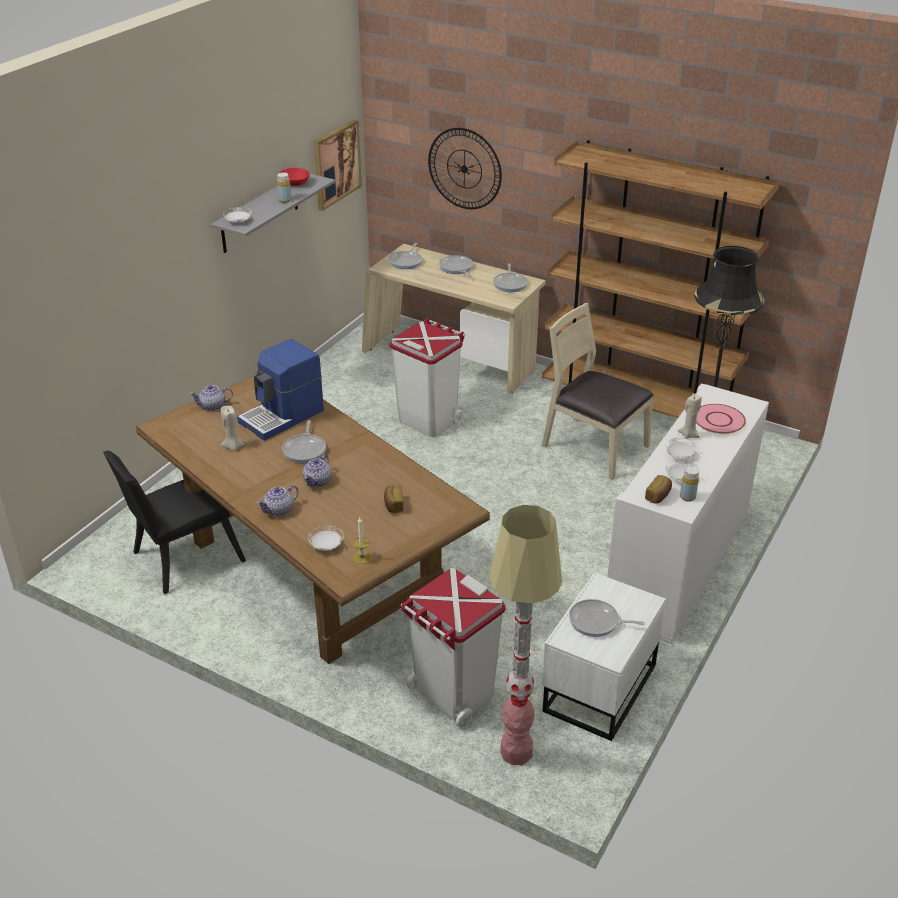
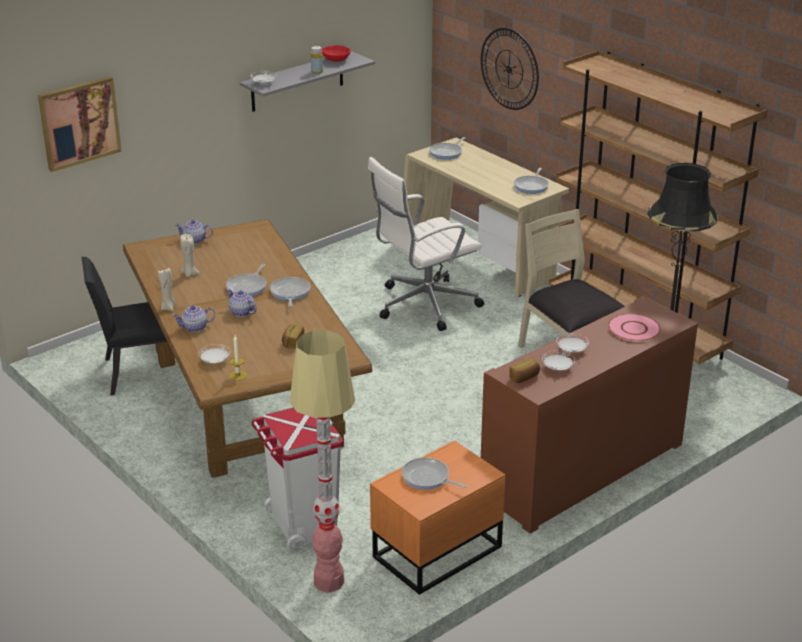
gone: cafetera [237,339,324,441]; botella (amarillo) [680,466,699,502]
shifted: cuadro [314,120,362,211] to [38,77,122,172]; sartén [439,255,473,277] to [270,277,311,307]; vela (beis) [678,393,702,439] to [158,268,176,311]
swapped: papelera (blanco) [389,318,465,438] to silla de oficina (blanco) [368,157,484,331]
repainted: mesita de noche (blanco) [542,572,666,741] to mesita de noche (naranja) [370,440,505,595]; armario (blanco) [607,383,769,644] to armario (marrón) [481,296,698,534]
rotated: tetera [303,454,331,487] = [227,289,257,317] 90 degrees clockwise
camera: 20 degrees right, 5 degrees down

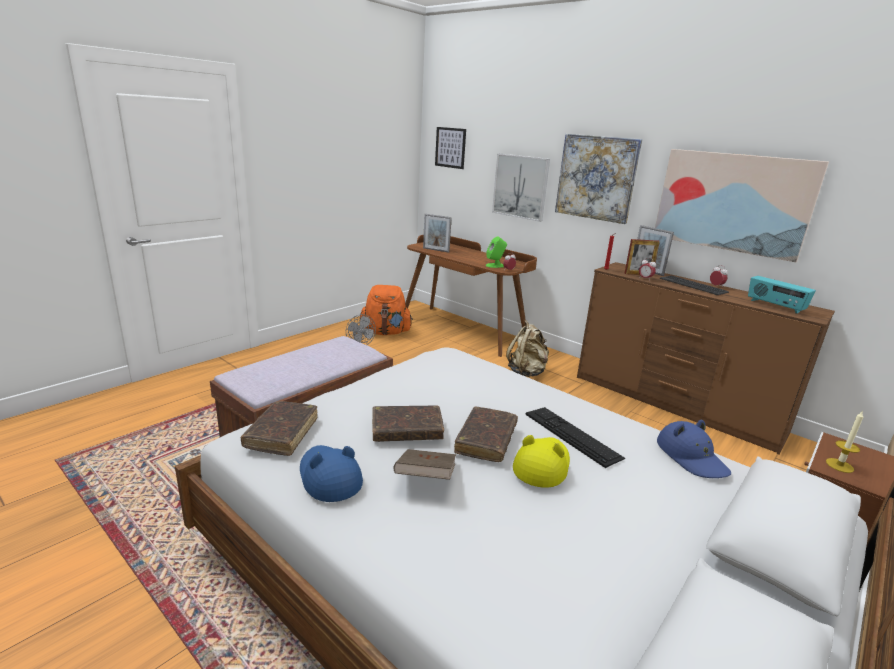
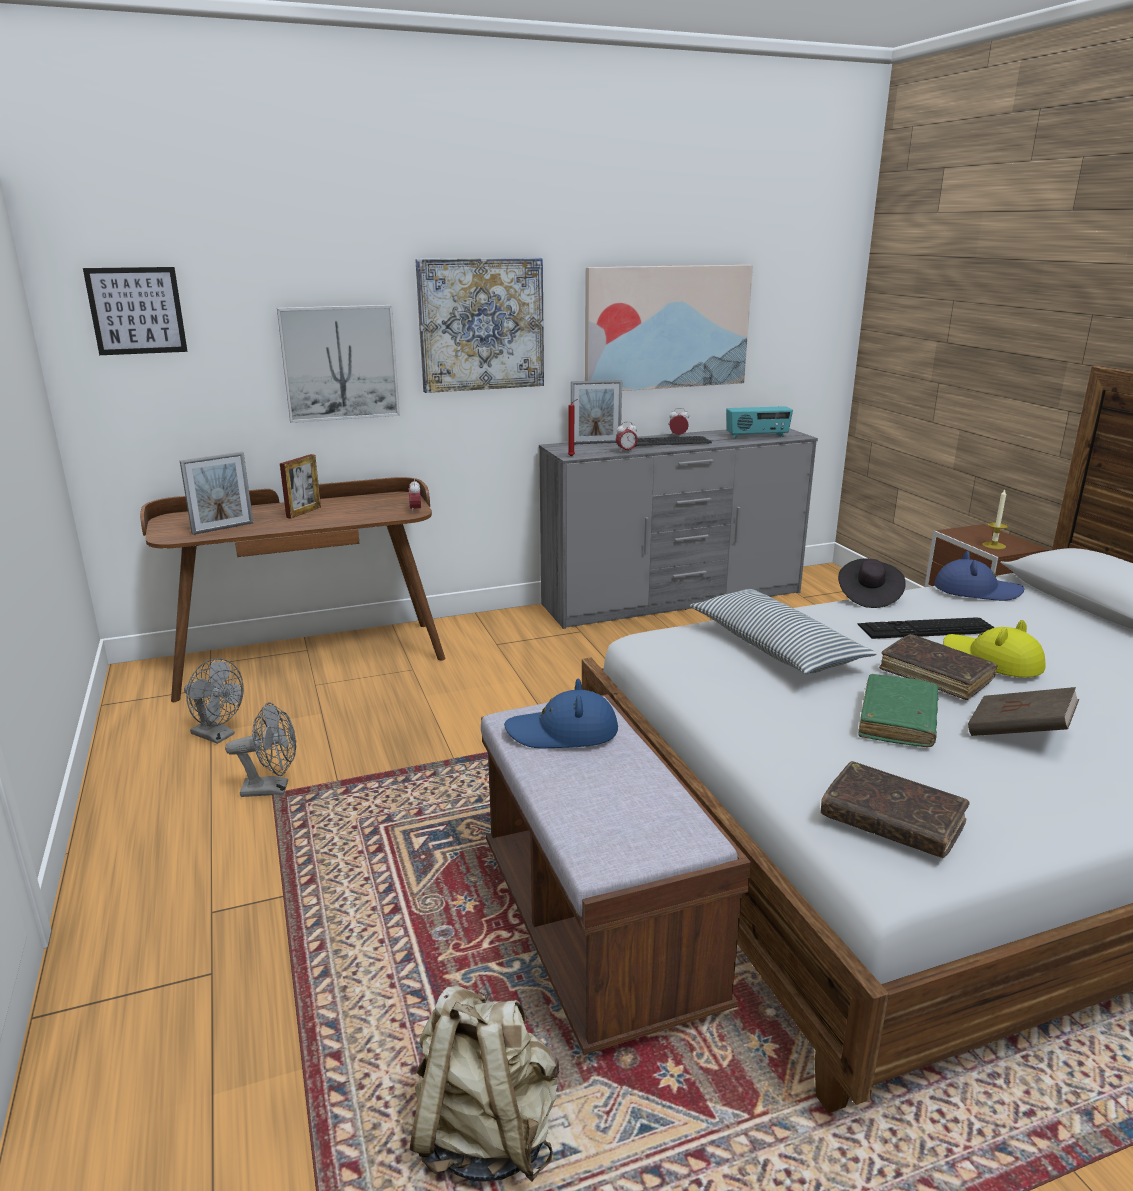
gone: altavoz (verde) [486,236,507,268]
new: cojín [690,589,877,674]; sombrero (negro) [838,558,906,608]
shifted: sombrero (azul) [300,445,363,502] to [504,679,618,748]; mochila (beis) [506,320,549,377] to [410,986,559,1182]; portarretratos [625,239,660,275] to [280,454,321,519]
swapped: mochila (naranja) [360,285,413,335] to ventilador (gris) [184,658,244,744]
repainted: libro (marrón) [372,406,444,442] to libro (verde) [858,674,939,747]; cómoda (marrón) [577,262,835,454] to cómoda (gris) [539,428,818,629]
camera: 60 degrees left, 0 degrees up

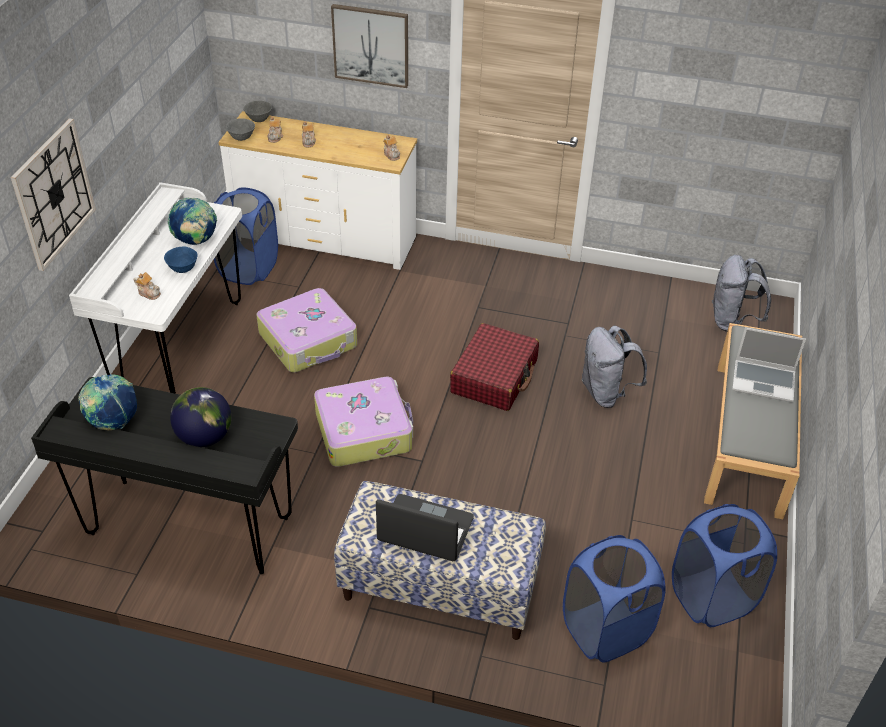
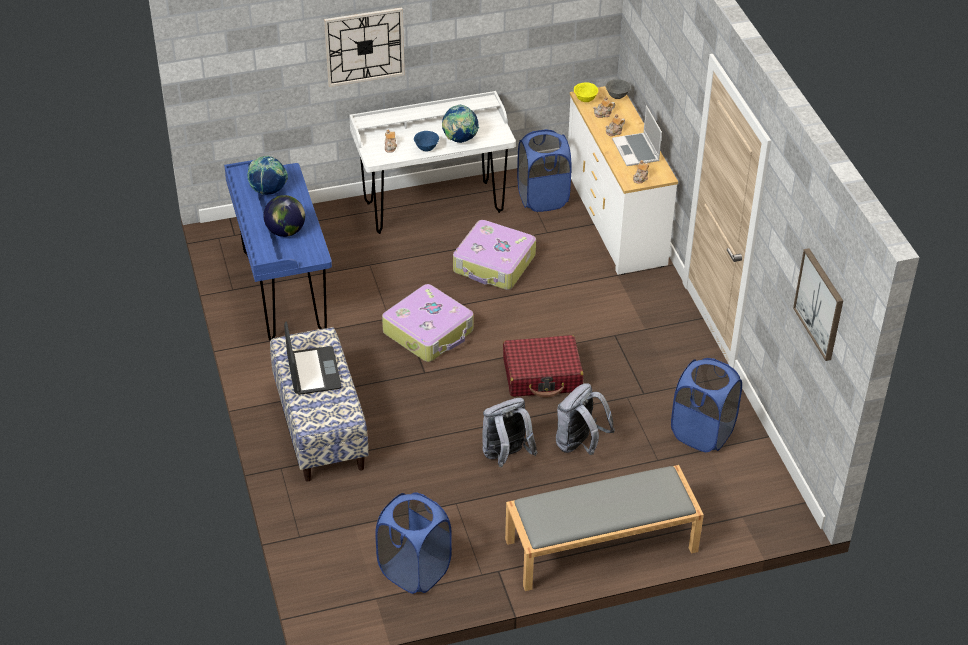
shifted: cuadro [331,4,408,88] to [793,248,843,361]; cesto de la ropa (azul) [563,535,666,662] to [671,358,742,452]; mochila (gris) [712,255,771,332] to [482,398,538,468]; portátil [732,327,806,402] to [612,106,662,166]
repainted: escritorio (negro) [31,377,298,574] to escritorio (azul) [224,160,332,340]; cuenco (gris) [226,118,255,141] to cuenco (amarillo) [574,82,598,102]
camera: 60 degrees right, 0 degrees up

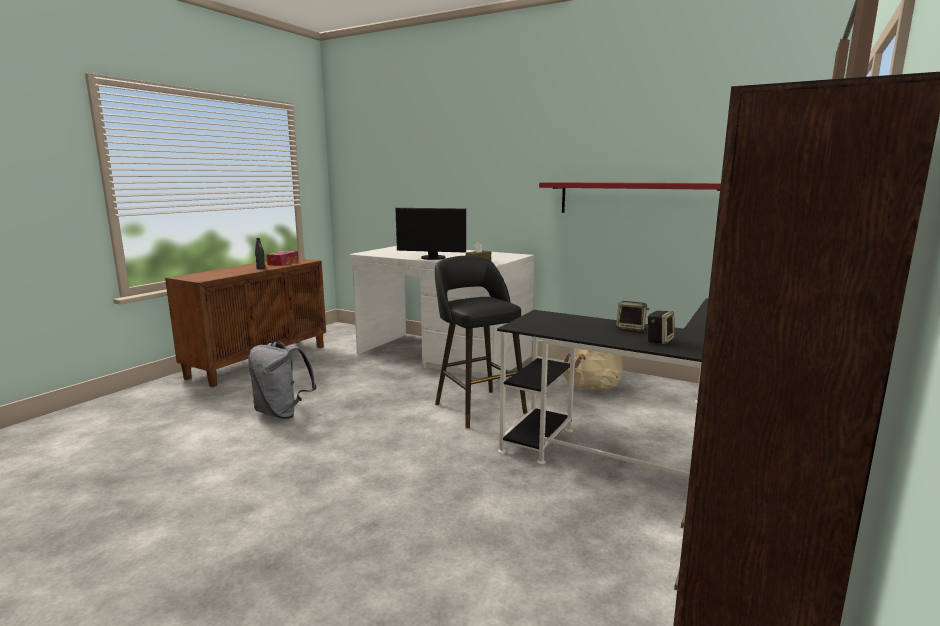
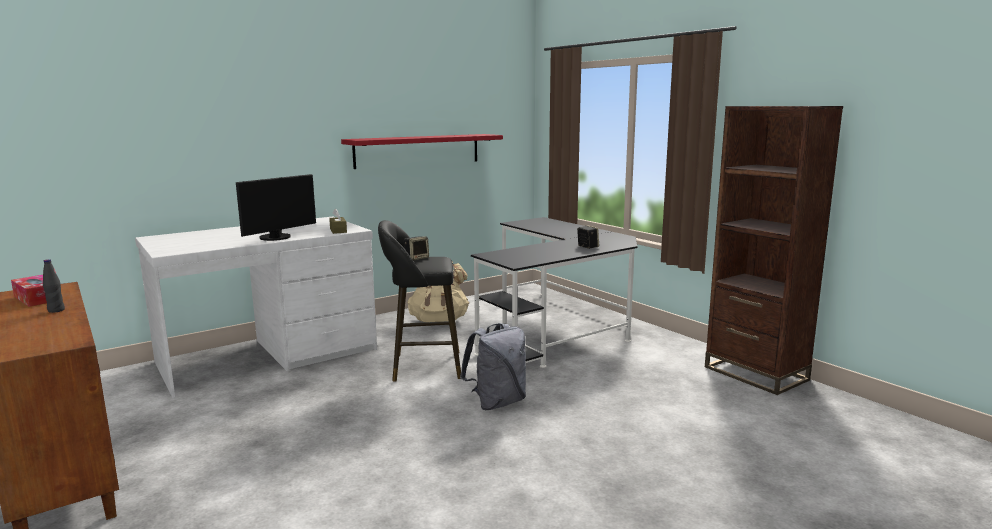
shifted: mochila (gris) [248,341,317,419] to [460,323,526,410]; altavoz [616,301,649,331] to [404,236,429,260]
camera: 65 degrees left, 0 degrees up

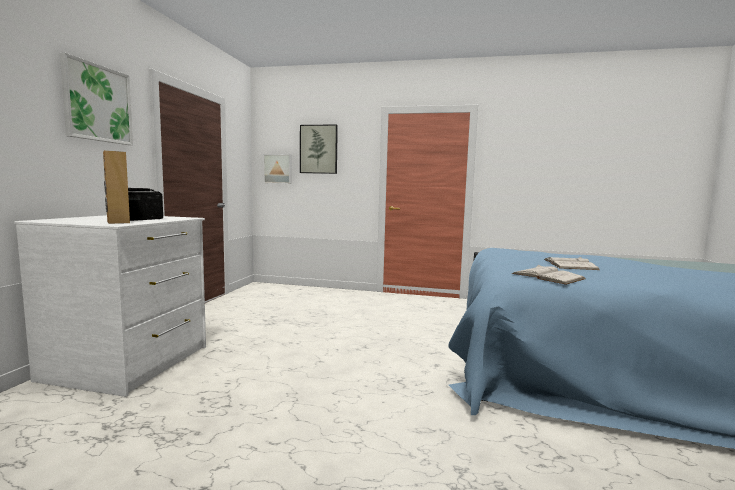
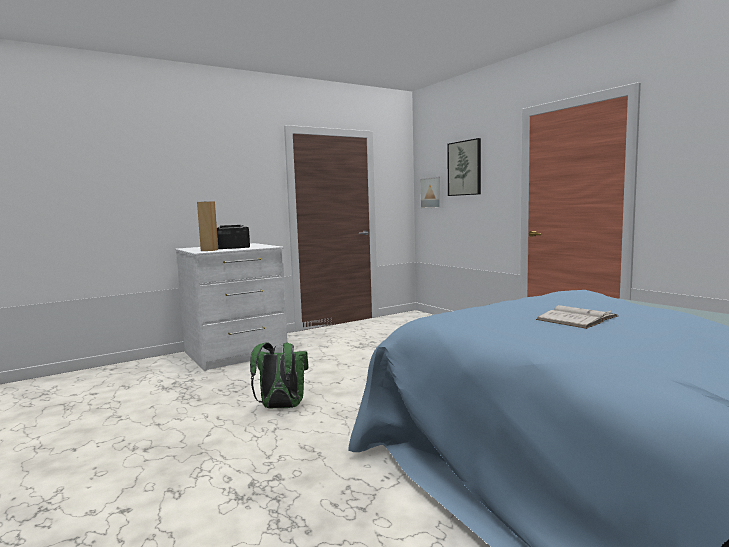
gone: cuadro [60,52,133,145]; libro (blanco) [512,264,586,285]
new: mochila (verde) [250,342,309,408]
camera: 45 degrees right, 0 degrees up

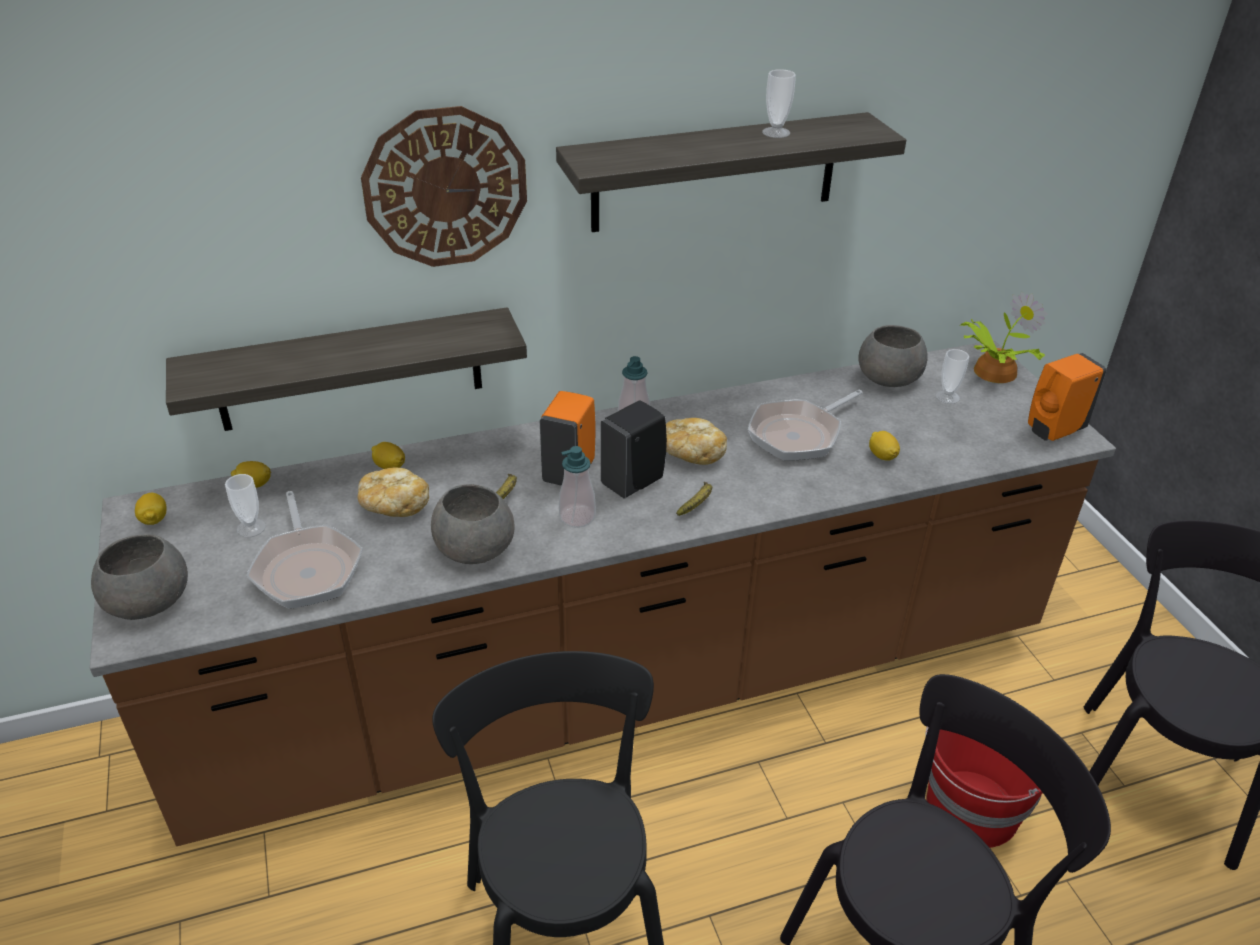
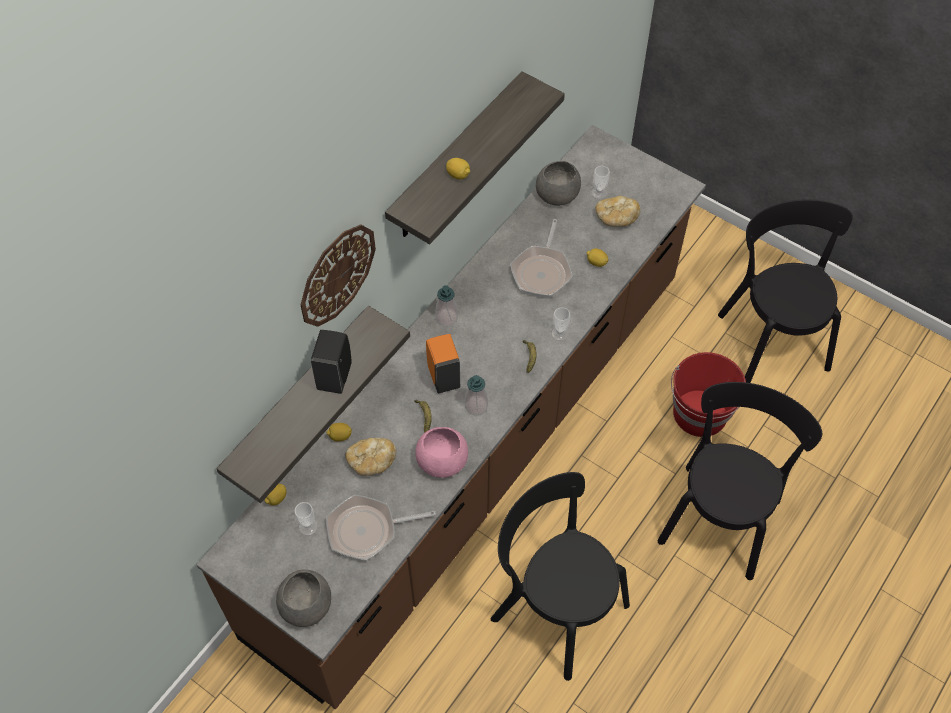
gone: planta en maceta [959,292,1048,383]; dispensador de jabón (naranja) [1028,353,1107,441]
shifted: limón [135,493,167,525] to [446,158,470,180]; dispensador de jabón (negro) [601,400,667,498] to [311,330,352,394]; pan [666,418,727,465] to [596,196,641,227]; taza [762,69,796,138] to [551,307,570,341]
repainted: cuenco (gris) [431,484,514,564] to cuenco (rosa) [415,427,468,478]
rotated: sartén [246,491,363,609] = [326,495,436,560] 135 degrees clockwise
camera: 35 degrees left, 20 degrees up

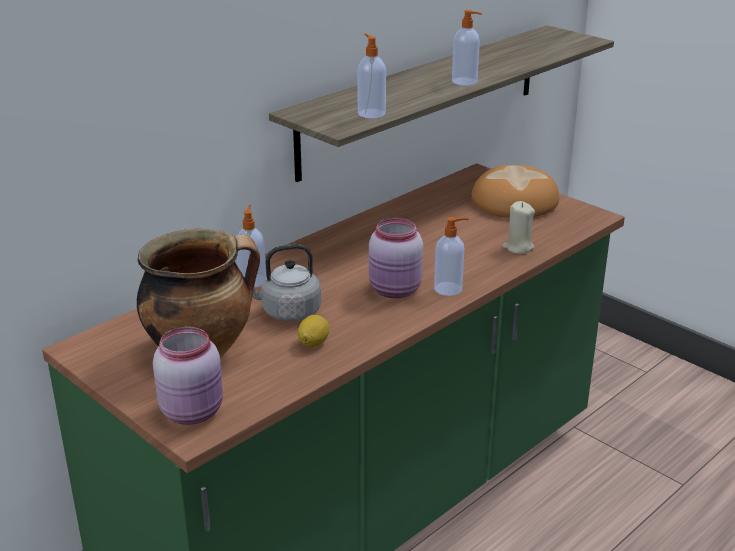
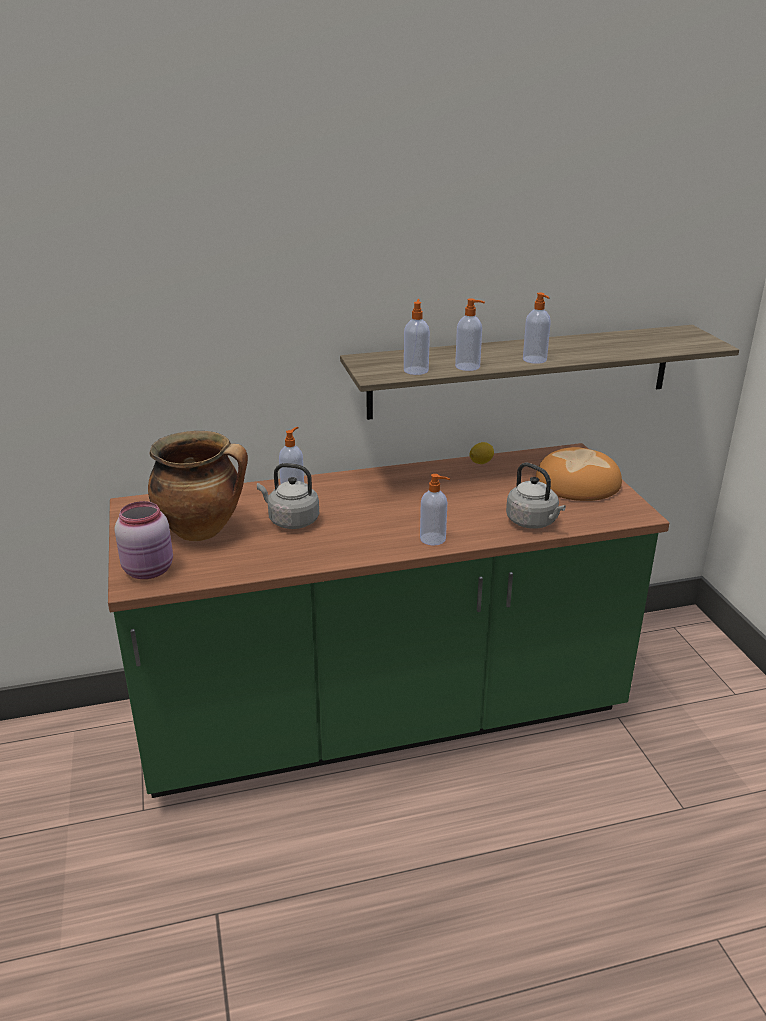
gone: tarro (rosa) [369,218,423,298]
new: dispensador de jabón [455,298,485,371]
shifted: limón [298,315,330,347] to [470,442,494,464]
swapped: vela (beis) [502,201,535,254] to hervidor (gris) [506,463,566,529]
camera: 30 degrees right, 0 degrees up

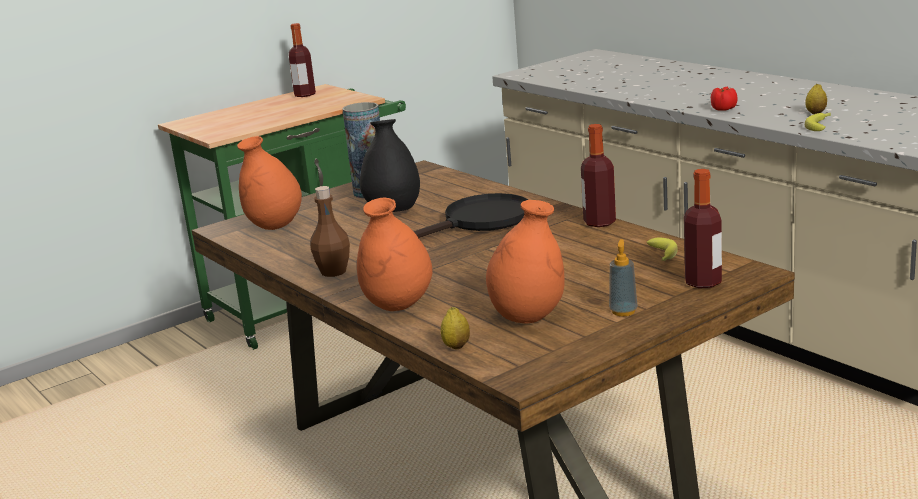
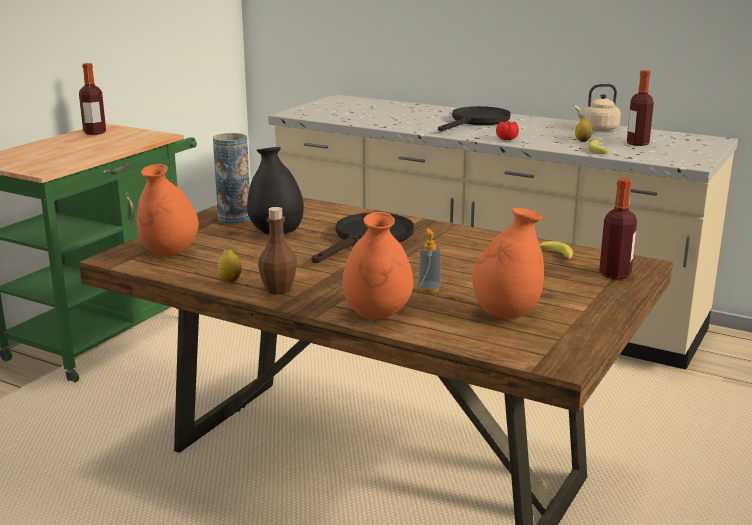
new: sartén (negro) [438,106,511,132]; hervidor (beis) [573,84,621,131]
shifted: limón [441,307,470,349] to [218,249,241,282]; botella [581,124,616,227] to [627,70,654,146]; dispensador de jabón [609,239,638,316] to [418,229,441,293]
camera: 25 degrees left, 0 degrees up

